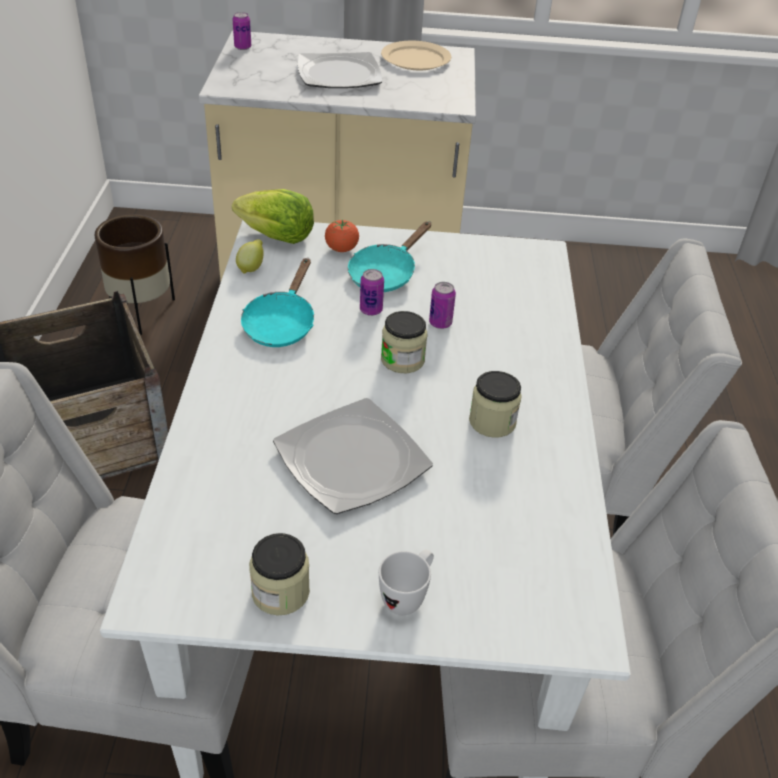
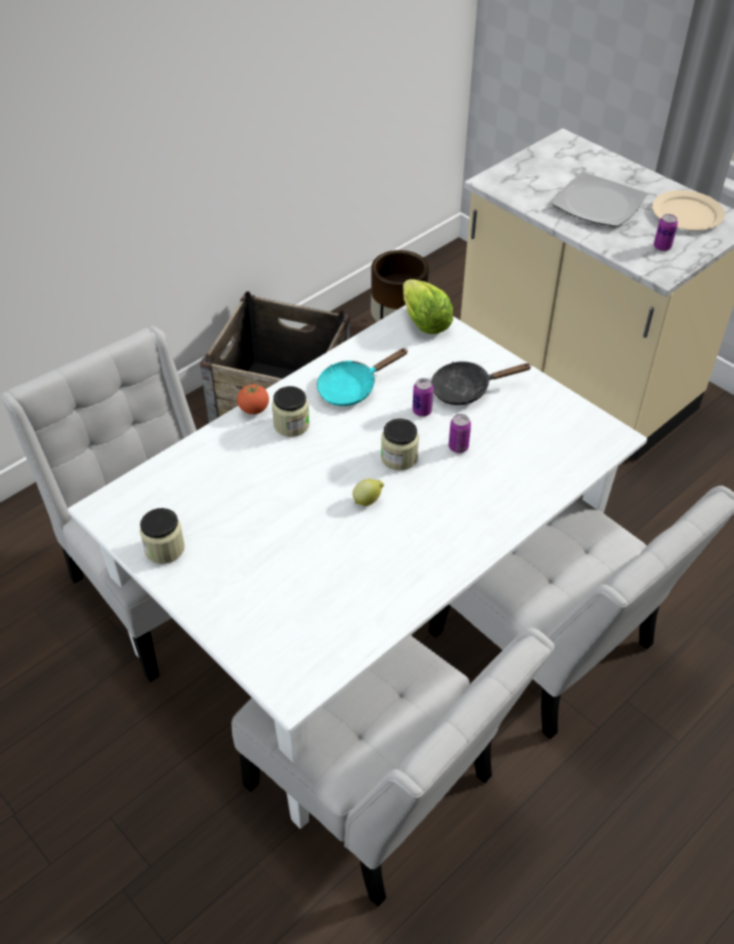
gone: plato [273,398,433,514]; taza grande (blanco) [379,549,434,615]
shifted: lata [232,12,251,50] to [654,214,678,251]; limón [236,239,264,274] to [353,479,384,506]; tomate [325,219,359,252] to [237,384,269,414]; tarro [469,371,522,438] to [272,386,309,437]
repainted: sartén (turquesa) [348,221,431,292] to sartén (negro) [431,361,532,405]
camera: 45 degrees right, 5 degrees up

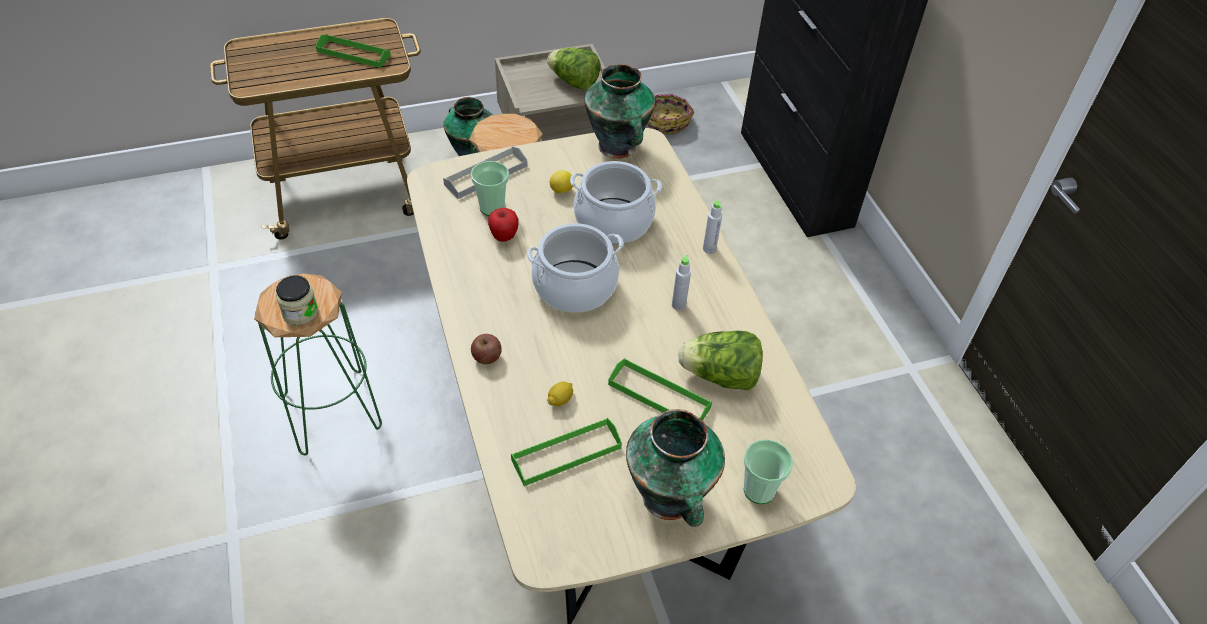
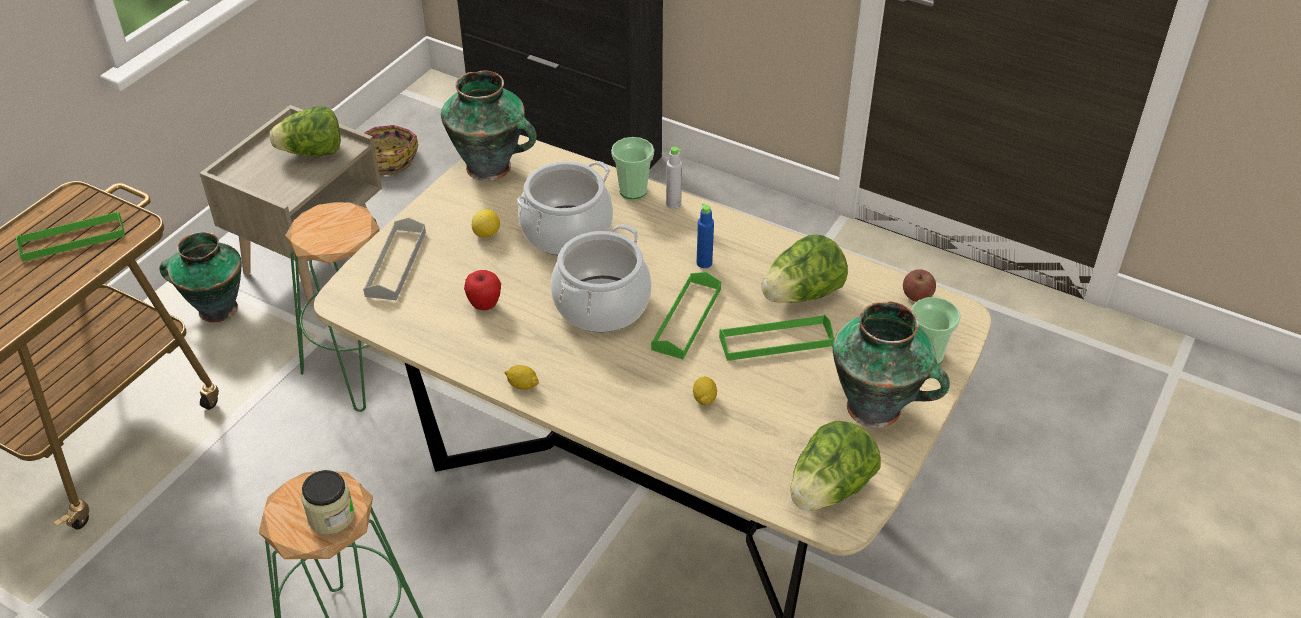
new: limón [505,365,539,390]; lechuga [790,421,881,511]
shifted: taza [471,161,509,216] to [611,137,654,199]; manzana [471,334,502,364] to [903,269,936,302]; bandeja (verde) [511,418,622,486] to [651,272,721,359]
repainted: botella (gris) [672,255,691,310] to botella (azul) [697,203,714,268]
camera: 40 degrees left, 5 degrees down

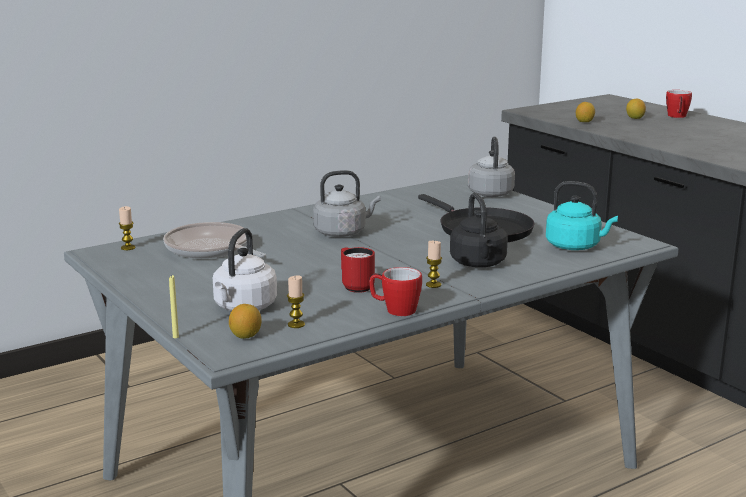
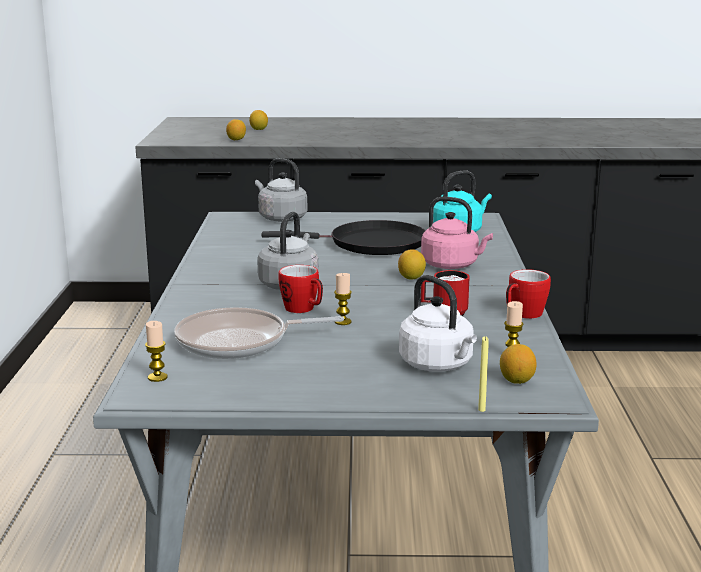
new: limón [398,249,426,280]
shifted: vela [426,241,442,288] to [334,273,352,325]; taza grande [666,90,692,118] to [278,265,323,313]
repainted: hervidor (negro) [450,193,508,267] to hervidor (rosa) [421,196,493,269]
camera: 55 degrees left, 0 degrees up

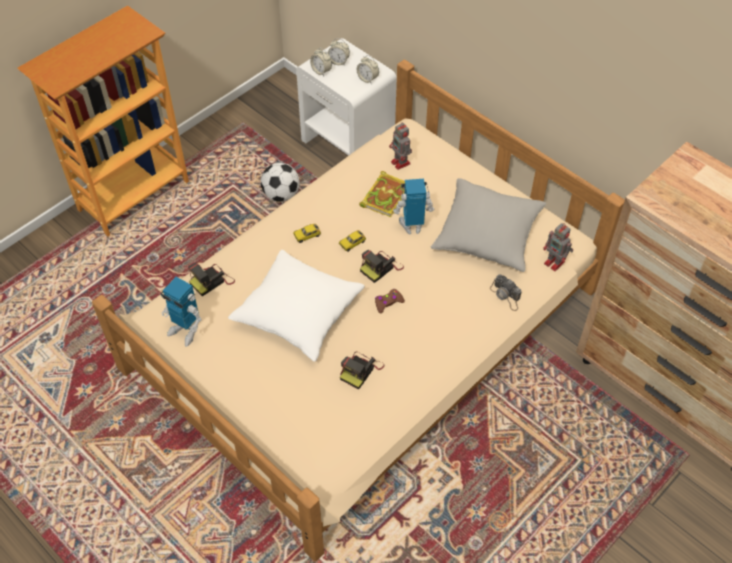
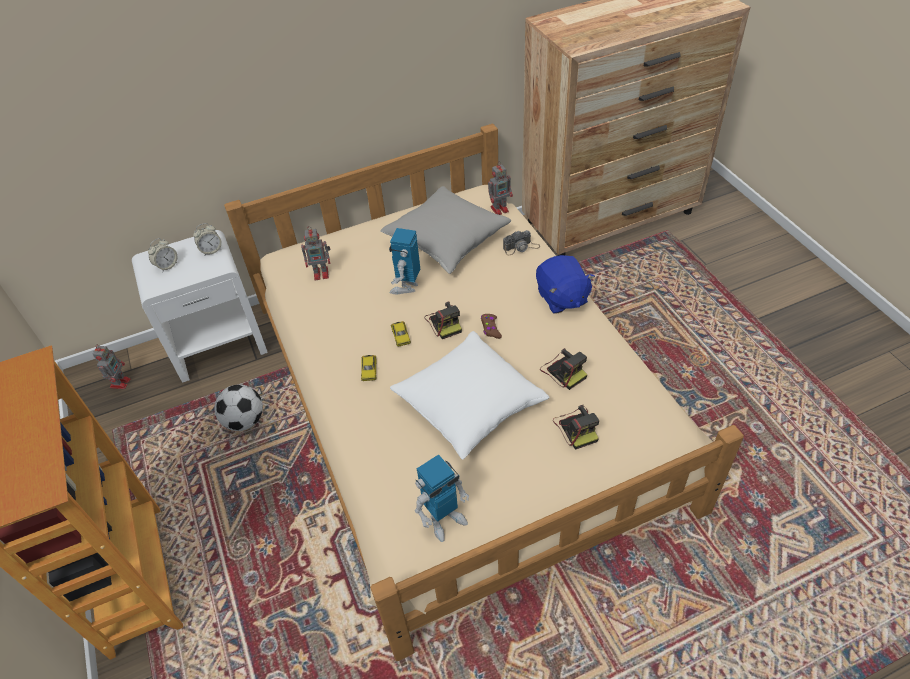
gone: despertador [310,48,332,76]; libro [359,171,405,217]
new: robot de juguete [93,346,130,389]; peluche (azul) [536,255,595,314]
shifted: cámara [188,263,235,296] to [553,405,599,450]
camera: 65 degrees left, 5 degrees down

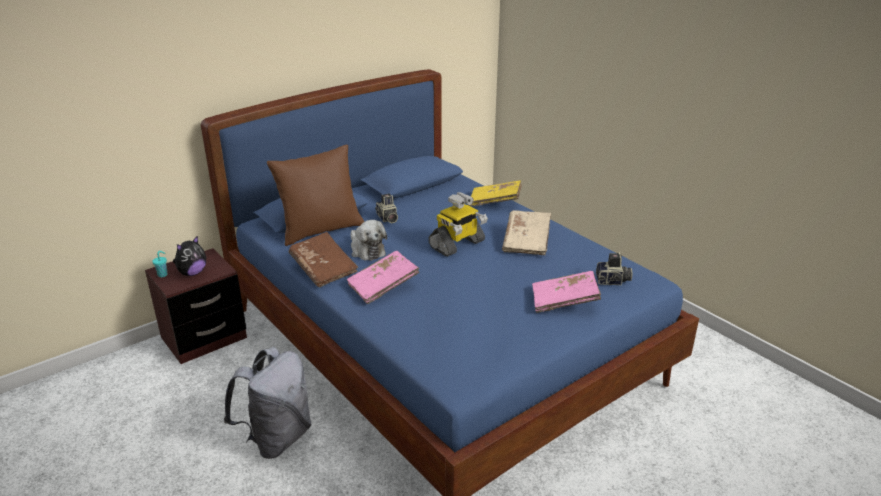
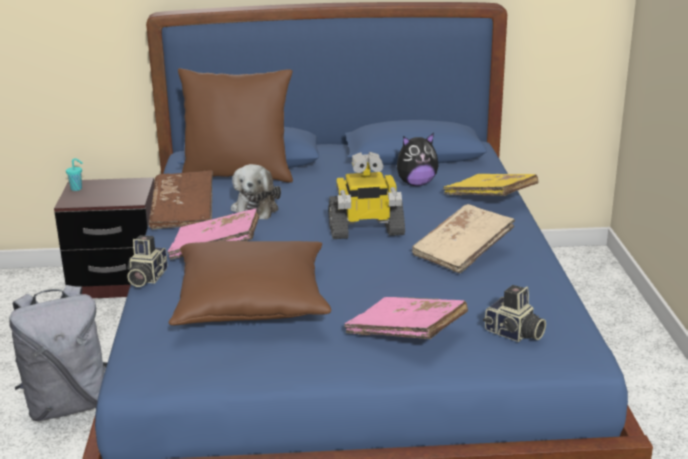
new: cojín (marrón) [169,241,331,325]
shifted: peluche [173,235,206,276] to [397,133,439,186]; cámara [375,193,398,223] to [127,235,167,287]
camera: 35 degrees right, 5 degrees down

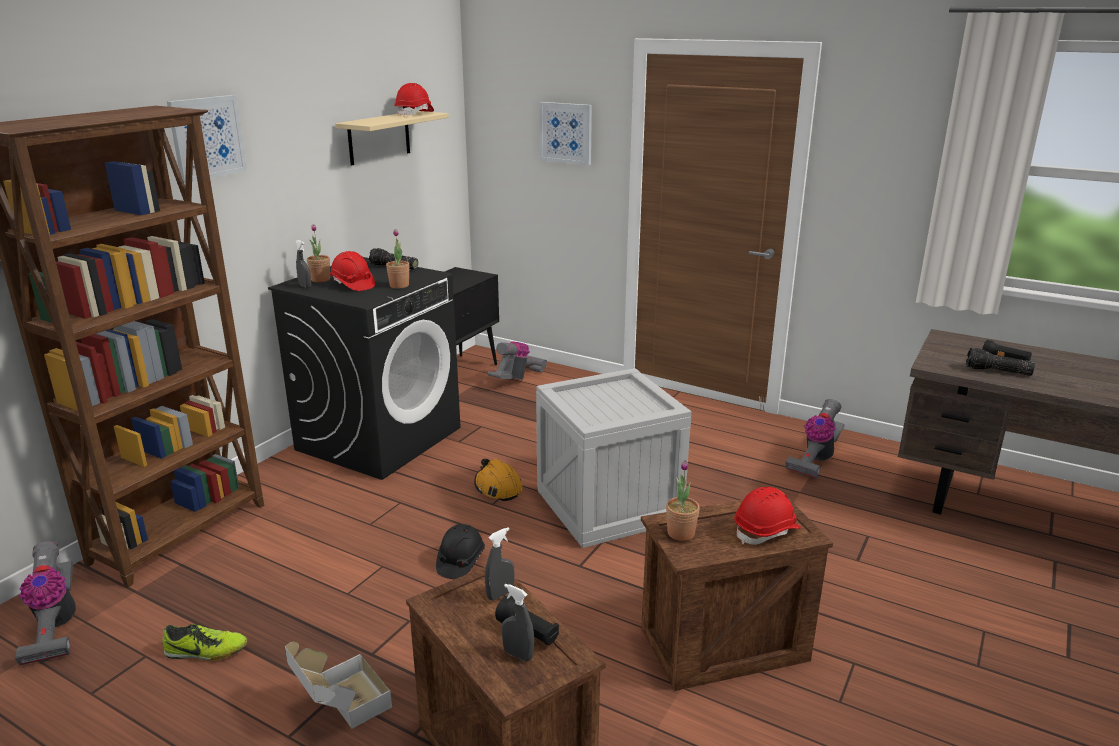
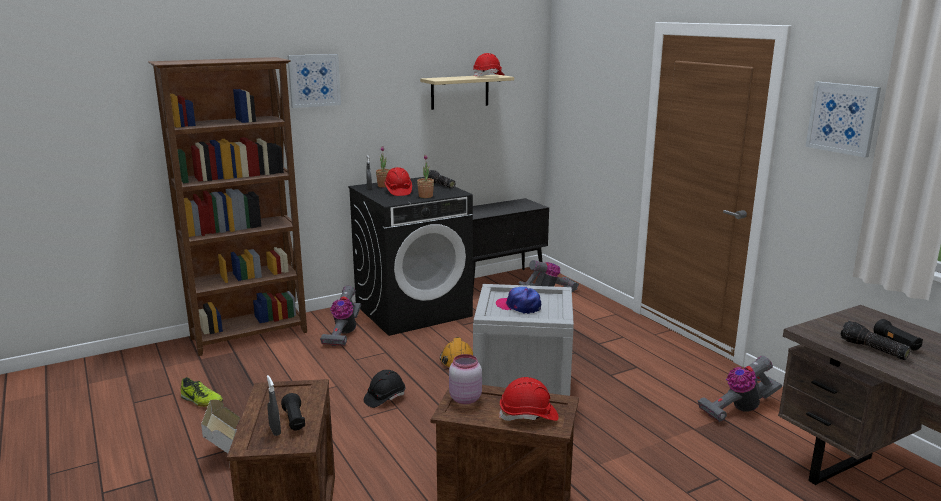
gone: pulverizador (gris) [485,527,515,600]
new: gorra [496,287,541,314]
shifted: aspiradora [15,541,76,666] to [320,286,361,346]; cuadro [539,102,592,165] to [805,82,881,158]
swapped: planta en maceta [666,460,700,541] to tarro (rosa) [449,354,482,404]
camera: 30 degrees right, 5 degrees down

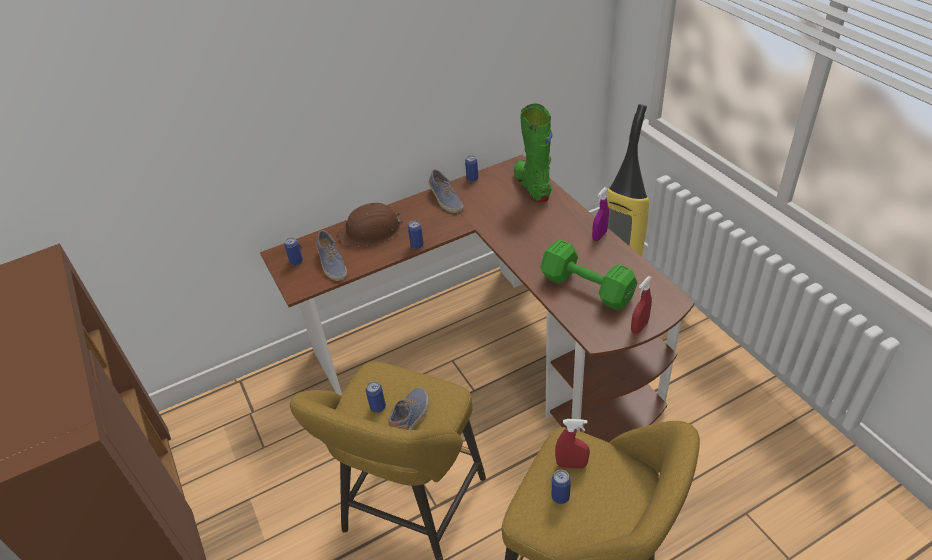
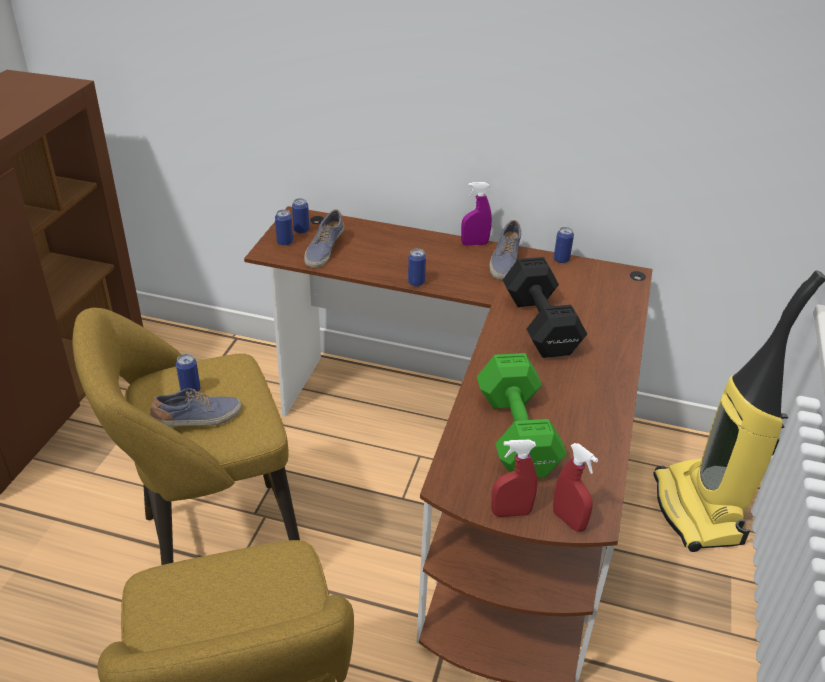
gone: casco (marrón) [337,203,403,247]; bota (verde) [514,103,553,203]
new: mancuerna (negro) [503,257,587,358]
shifted: lata [552,470,571,504] to [275,210,293,246]; pulverizador (rojo) [555,419,590,469] to [553,443,598,532]; pulverizador (morado) [592,187,609,241] to [461,182,492,246]
camera: 40 degrees right, 5 degrees down

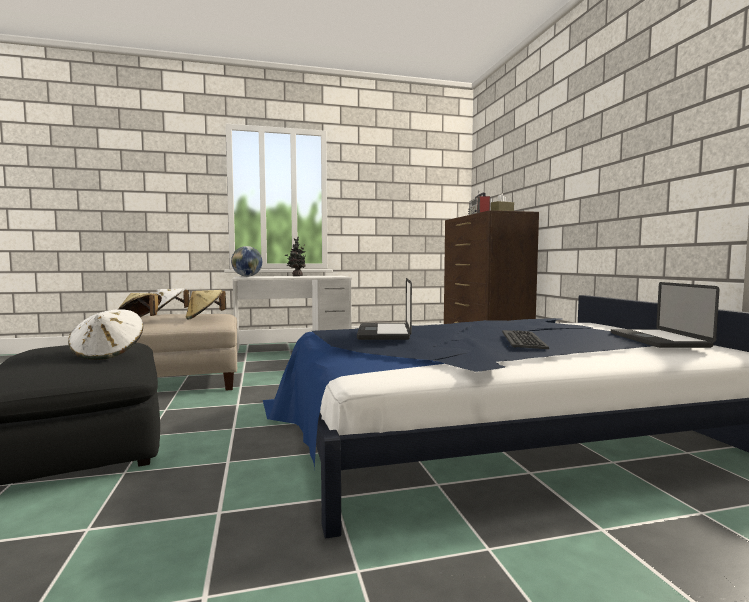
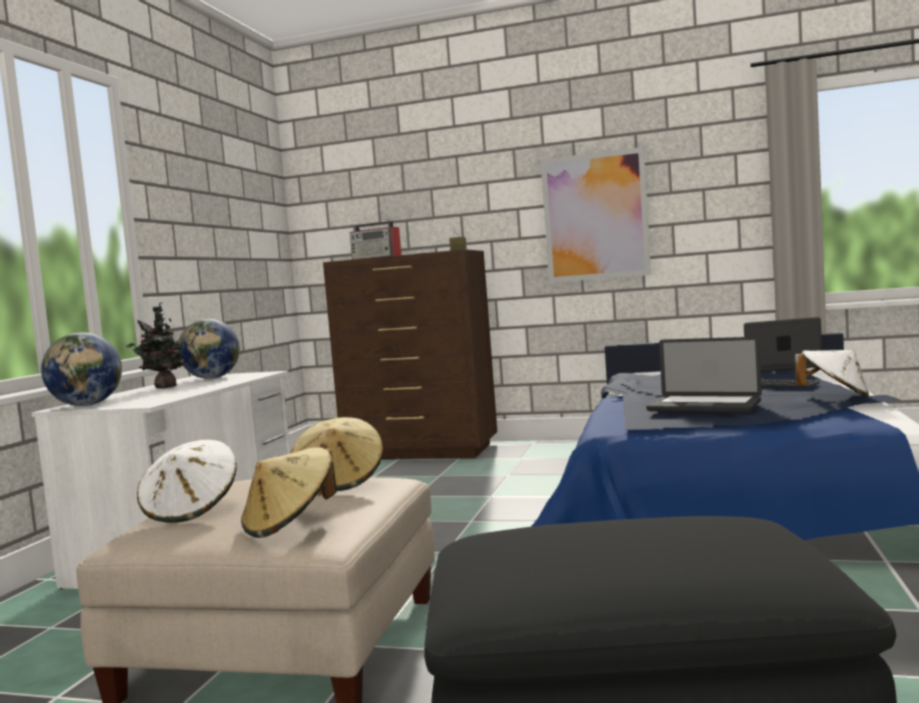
new: globo terráqueo [179,319,240,379]; cuadro [541,147,651,283]
shifted: sombrero (blanco) [68,309,143,360] to [795,350,869,397]
rotated: portátil [611,282,720,348] = [744,317,822,372] 150 degrees clockwise
camera: 60 degrees left, 0 degrees up

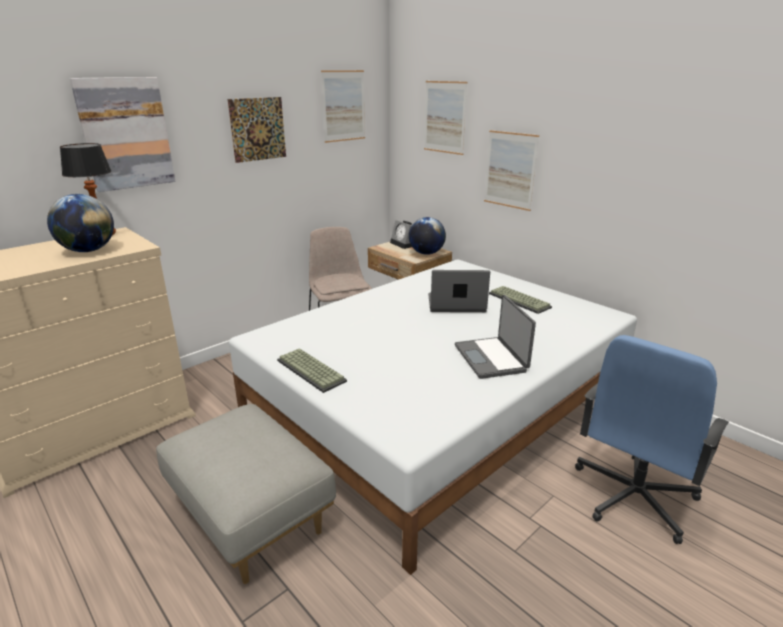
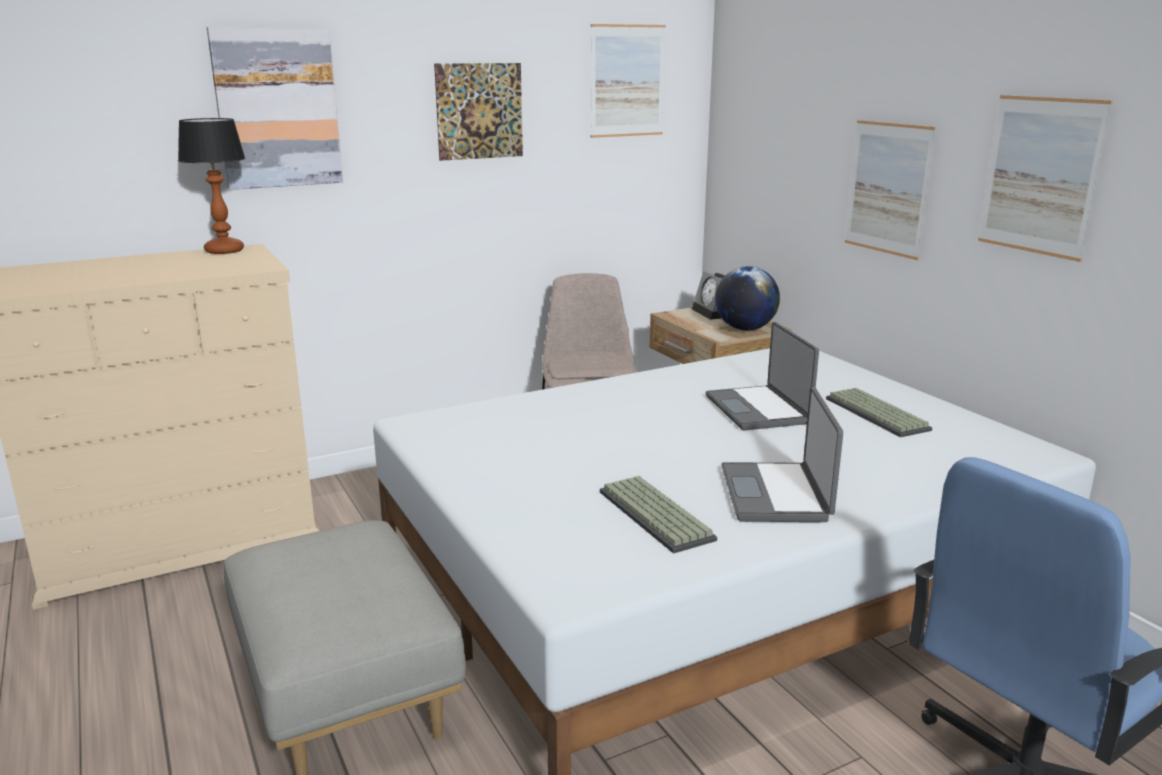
gone: globo terráqueo [47,194,114,252]
shifted: teclado [277,348,347,393] to [600,476,717,554]; cuadro [424,81,467,155] to [978,95,1113,262]
rotated: portátil [429,270,490,312] = [706,322,819,430] 120 degrees counterclockwise
camera: 15 degrees right, 5 degrees down

